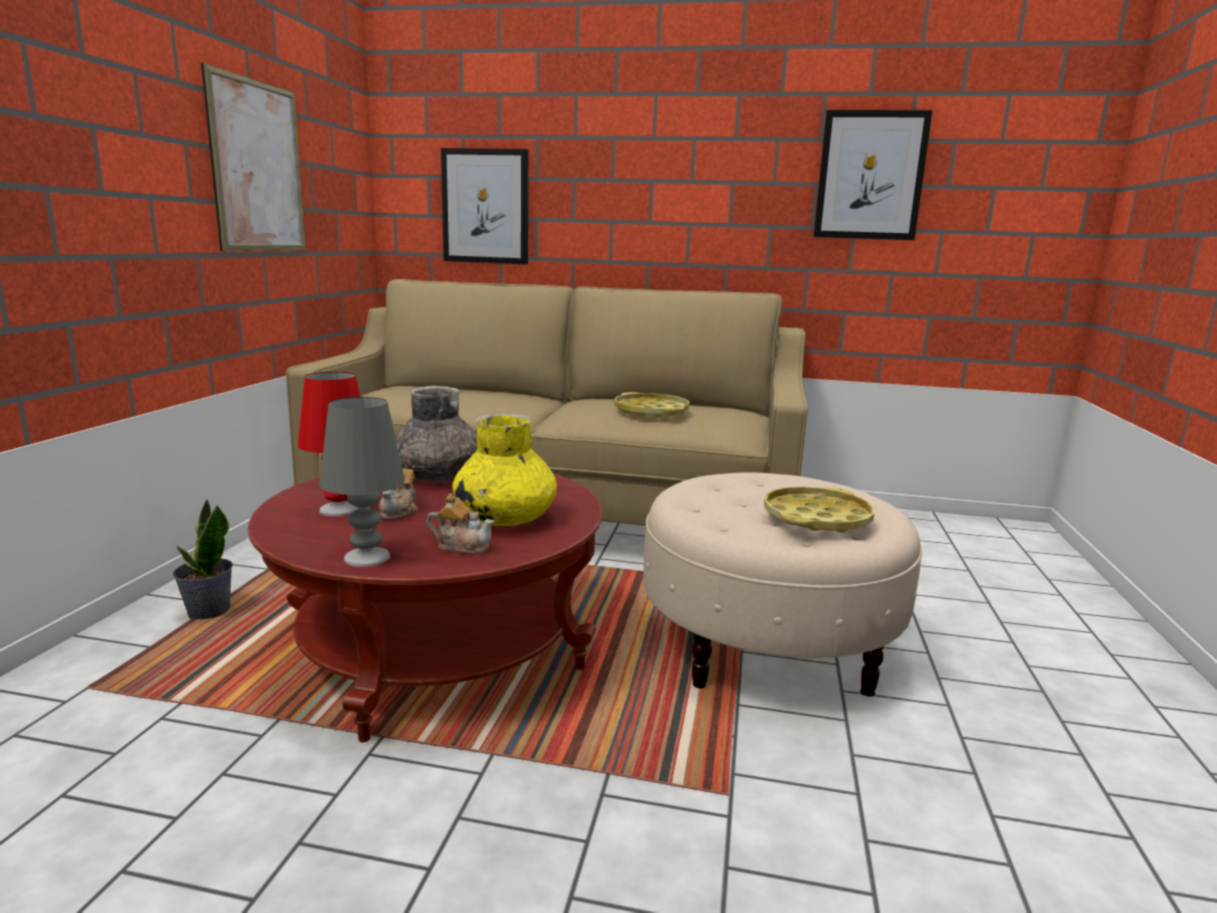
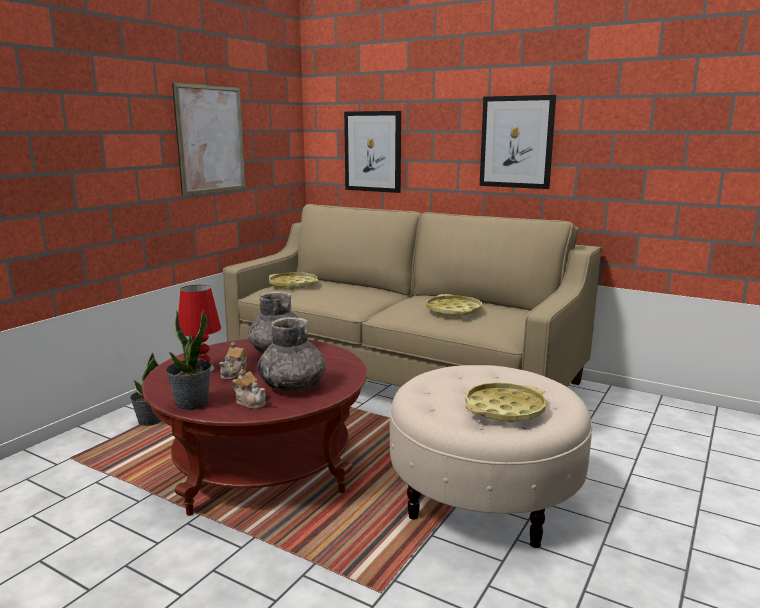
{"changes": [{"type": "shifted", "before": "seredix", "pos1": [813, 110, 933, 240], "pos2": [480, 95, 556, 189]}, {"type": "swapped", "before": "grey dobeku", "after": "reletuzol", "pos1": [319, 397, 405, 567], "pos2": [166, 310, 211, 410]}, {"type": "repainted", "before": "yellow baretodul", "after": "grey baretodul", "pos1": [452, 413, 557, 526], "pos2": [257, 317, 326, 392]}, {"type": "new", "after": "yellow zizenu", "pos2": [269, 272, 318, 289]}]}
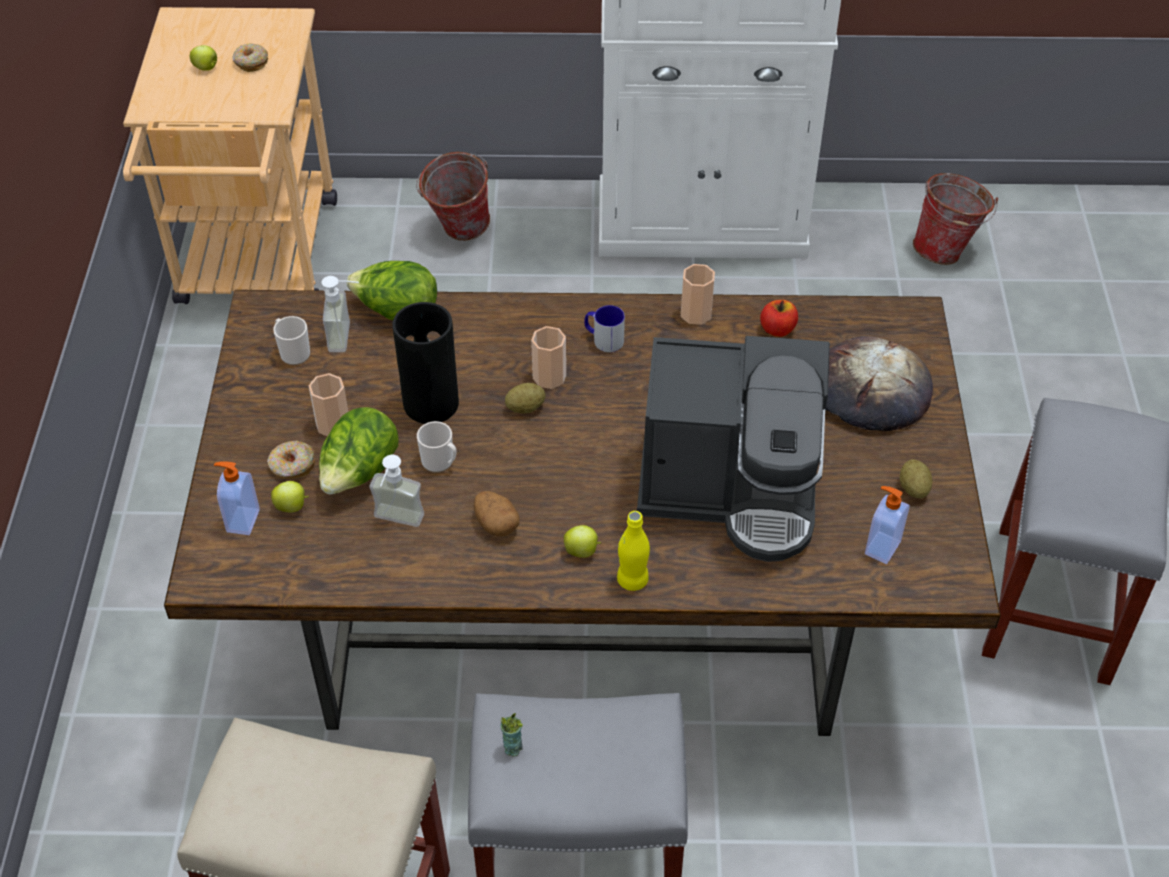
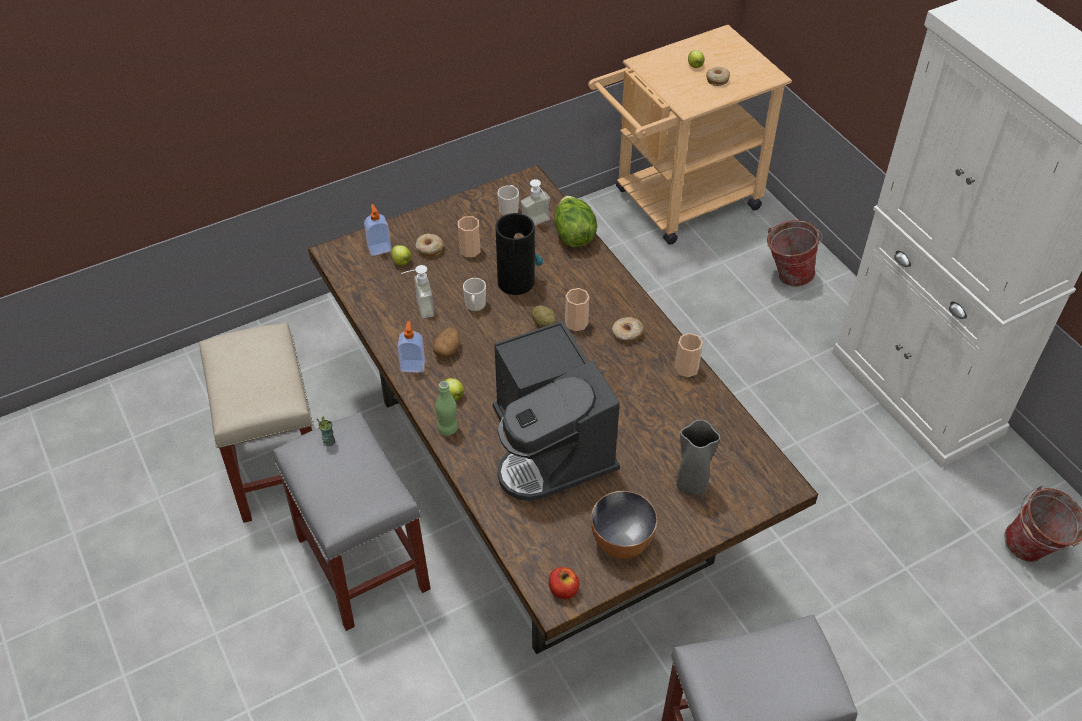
{"changes": [{"type": "shifted", "before": "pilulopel", "pos1": [760, 300, 798, 337], "pos2": [549, 567, 579, 599]}, {"type": "swapped", "before": "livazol", "after": "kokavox", "pos1": [584, 305, 625, 352], "pos2": [612, 317, 643, 342]}, {"type": "swapped", "before": "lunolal", "after": "grey baretodul", "pos1": [825, 336, 933, 431], "pos2": [676, 420, 721, 496]}, {"type": "gone", "before": "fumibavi", "pos1": [319, 407, 399, 495]}, {"type": "swapped", "before": "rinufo", "after": "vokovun", "pos1": [899, 460, 932, 498], "pos2": [591, 491, 658, 559]}, {"type": "shifted", "before": "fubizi", "pos1": [865, 486, 910, 564], "pos2": [397, 321, 425, 373]}, {"type": "repainted", "before": "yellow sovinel", "after": "green sovinel", "pos1": [617, 511, 650, 591], "pos2": [435, 381, 458, 436]}]}
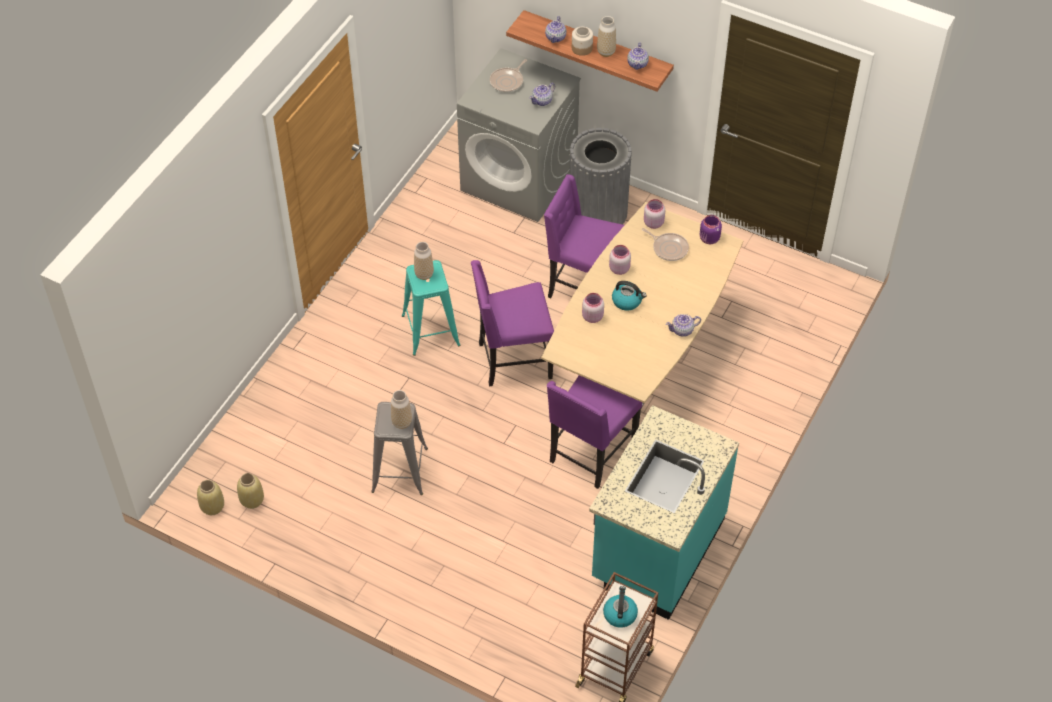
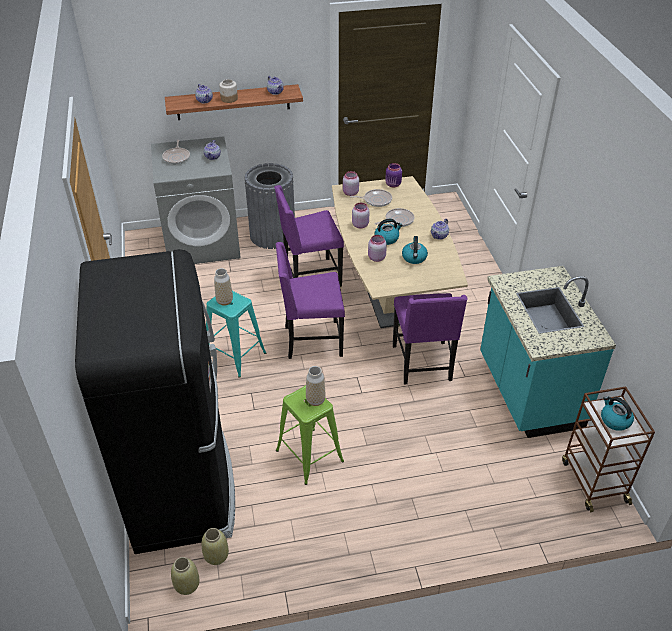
{"changes": [{"type": "gone", "before": "baretodul", "pos1": [597, 16, 616, 57]}, {"type": "rotated", "before": "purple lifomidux", "pos1": [471, 260, 554, 387], "pos2": [276, 242, 345, 359], "turn": 45}, {"type": "repainted", "before": "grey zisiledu", "after": "green zisiledu", "pos1": [371, 402, 428, 495], "pos2": [276, 385, 344, 485]}, {"type": "new", "after": "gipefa", "pos2": [375, 208, 414, 227]}, {"type": "new", "after": "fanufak", "pos2": [402, 236, 428, 264]}, {"type": "new", "after": "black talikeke", "pos2": [75, 249, 235, 554]}]}
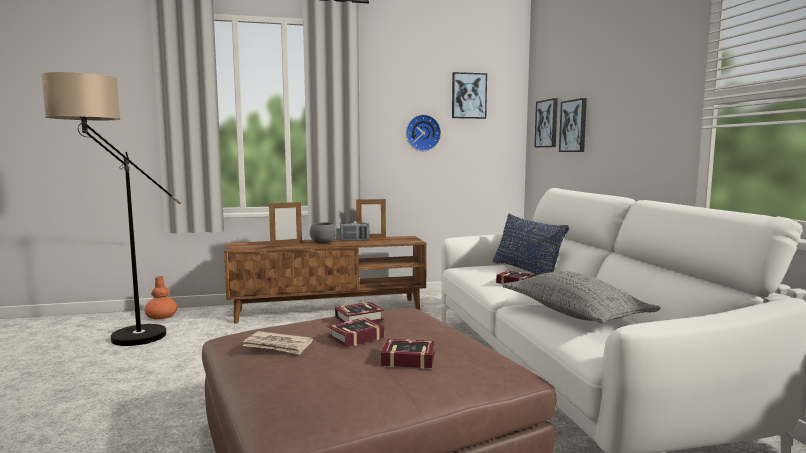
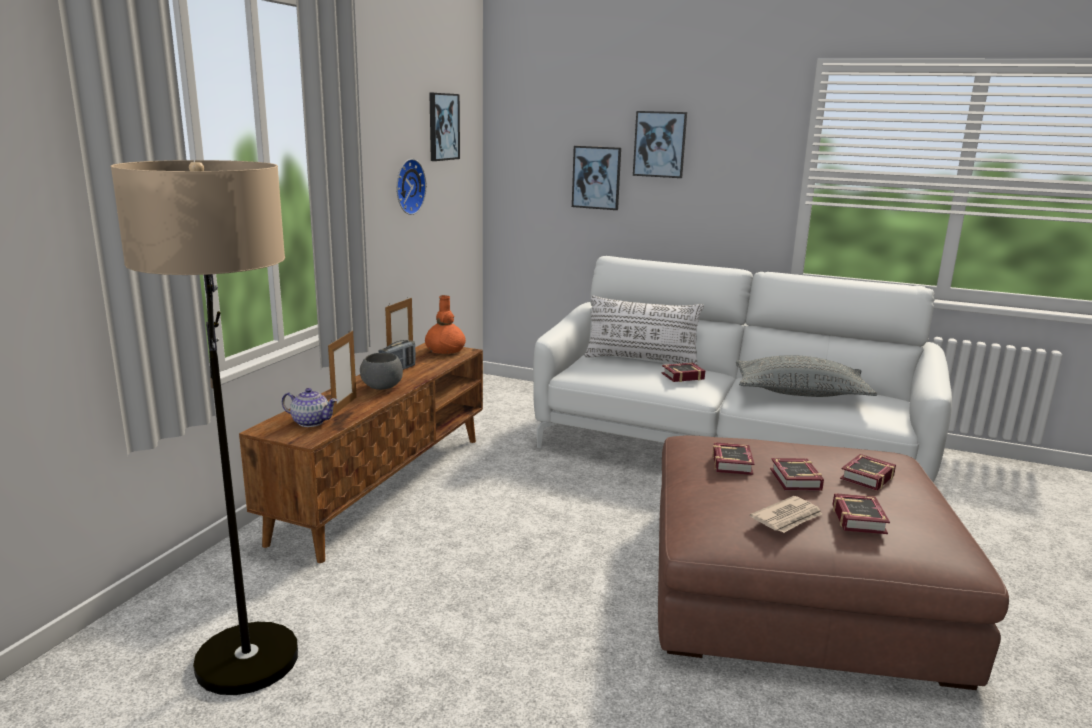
{"changes": [{"type": "shifted", "before": "seredix", "pos1": [534, 98, 558, 147], "pos2": [633, 111, 687, 178]}, {"type": "repainted", "before": "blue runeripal", "after": "white runeripal", "pos1": [493, 214, 569, 275], "pos2": [584, 296, 704, 366]}, {"type": "shifted", "before": "orange baretodul", "pos1": [144, 276, 177, 319], "pos2": [425, 295, 466, 354]}, {"type": "new", "after": "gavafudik", "pos2": [282, 388, 337, 427]}, {"type": "new", "after": "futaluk", "pos2": [833, 493, 890, 534]}]}
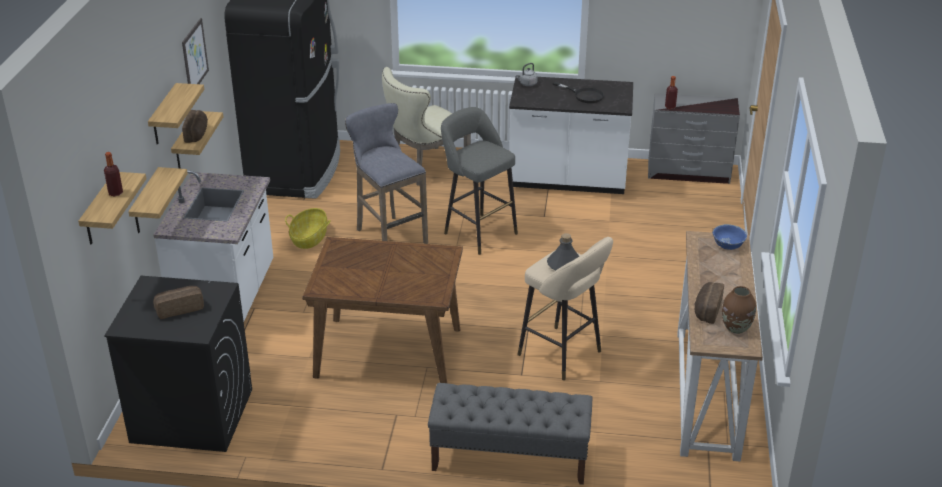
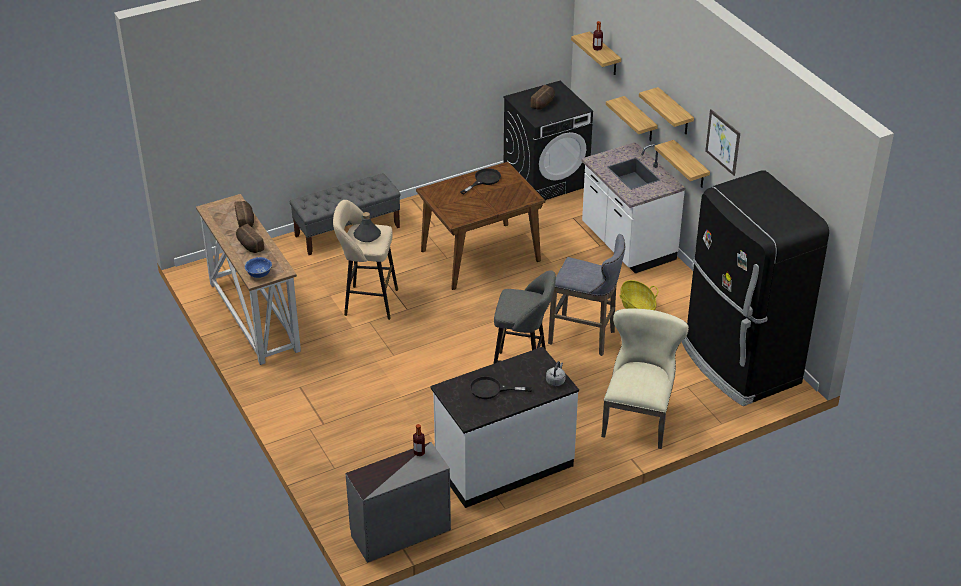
{"changes": [{"type": "shifted", "before": "lunolal", "pos1": [182, 110, 208, 143], "pos2": [236, 224, 264, 253]}, {"type": "gone", "before": "brown baretodul", "pos1": [722, 286, 756, 334]}, {"type": "new", "after": "black gipefa", "pos2": [460, 168, 501, 194]}]}
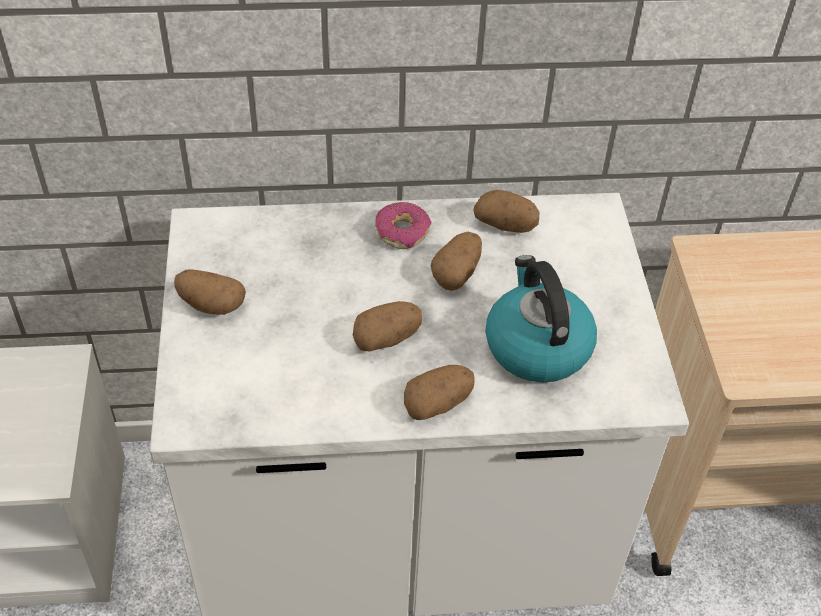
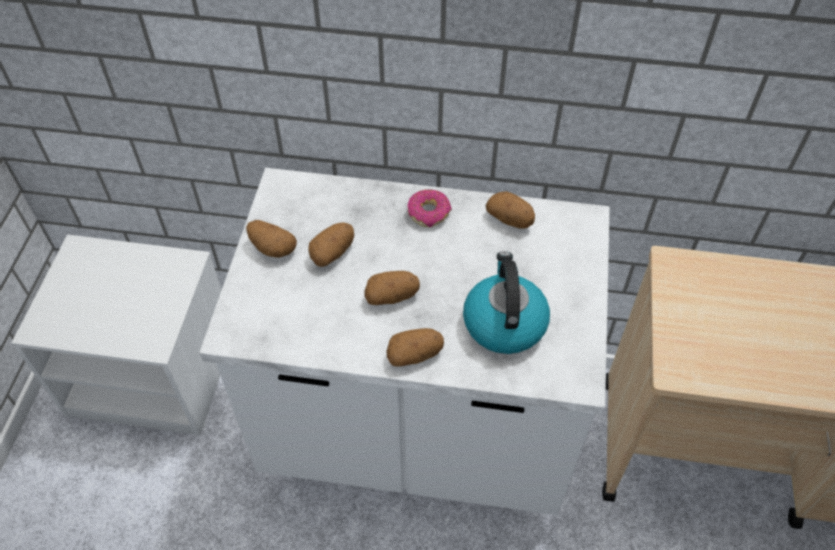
{"changes": [{"type": "shifted", "before": "rinufo", "pos1": [431, 232, 482, 291], "pos2": [308, 222, 354, 267]}]}
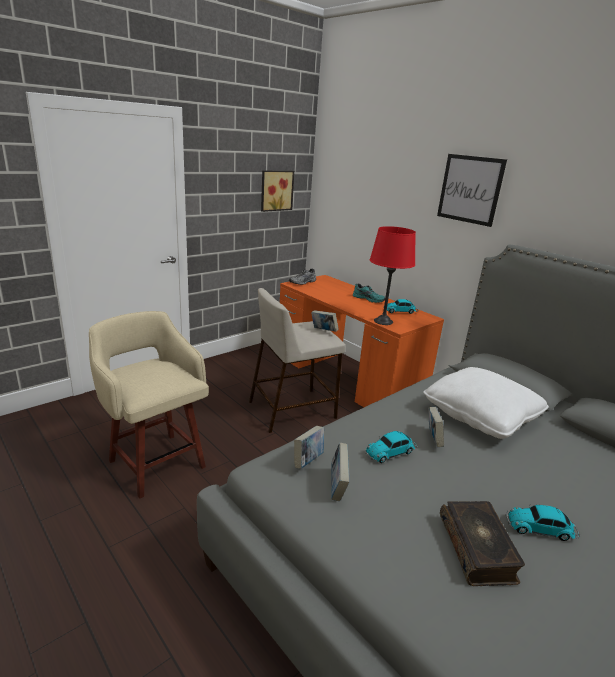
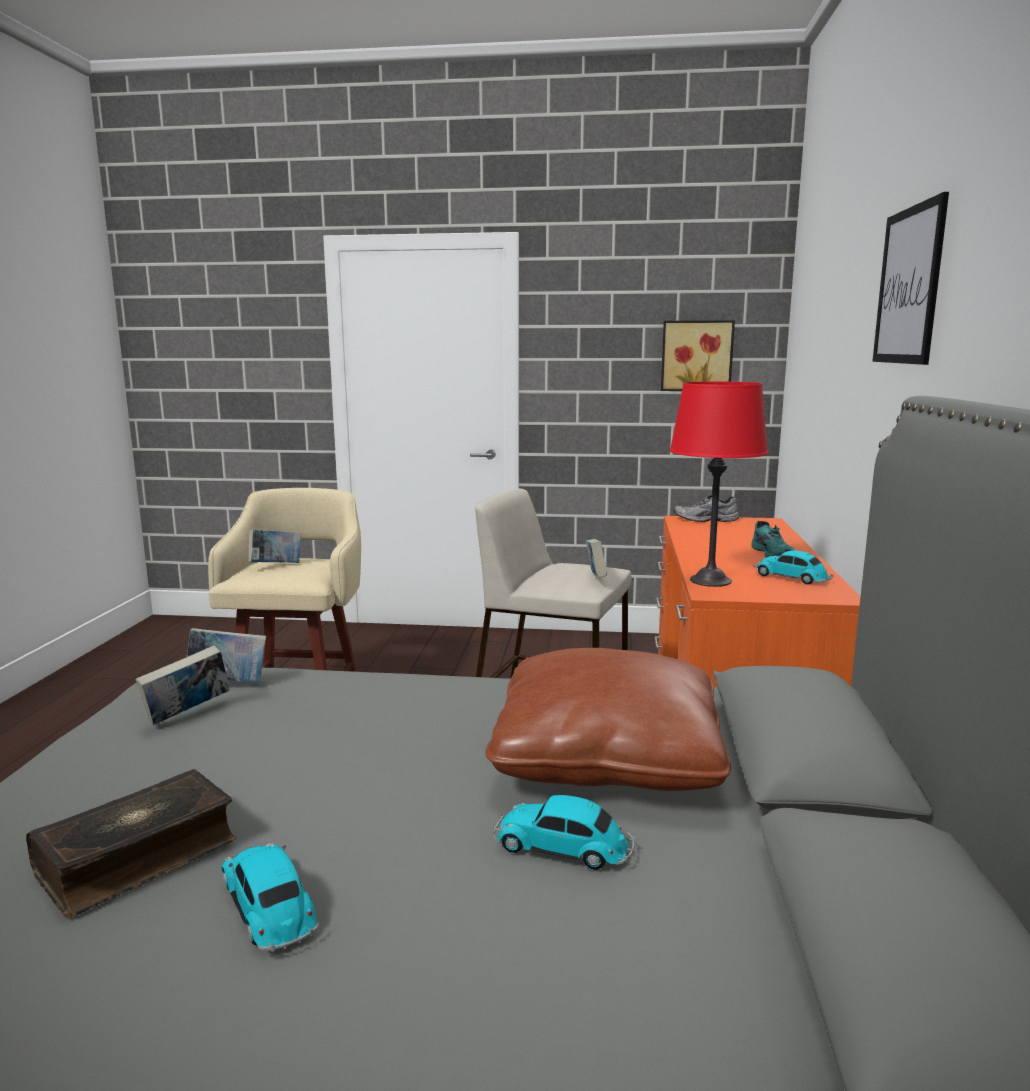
{"changes": [{"type": "repainted", "before": "white runeripal", "after": "brown runeripal", "pos1": [423, 367, 549, 439], "pos2": [485, 648, 731, 791]}, {"type": "shifted", "before": "futaluk", "pos1": [428, 407, 444, 447], "pos2": [248, 529, 301, 563]}, {"type": "shifted", "before": "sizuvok", "pos1": [365, 431, 417, 463], "pos2": [492, 795, 635, 870]}]}
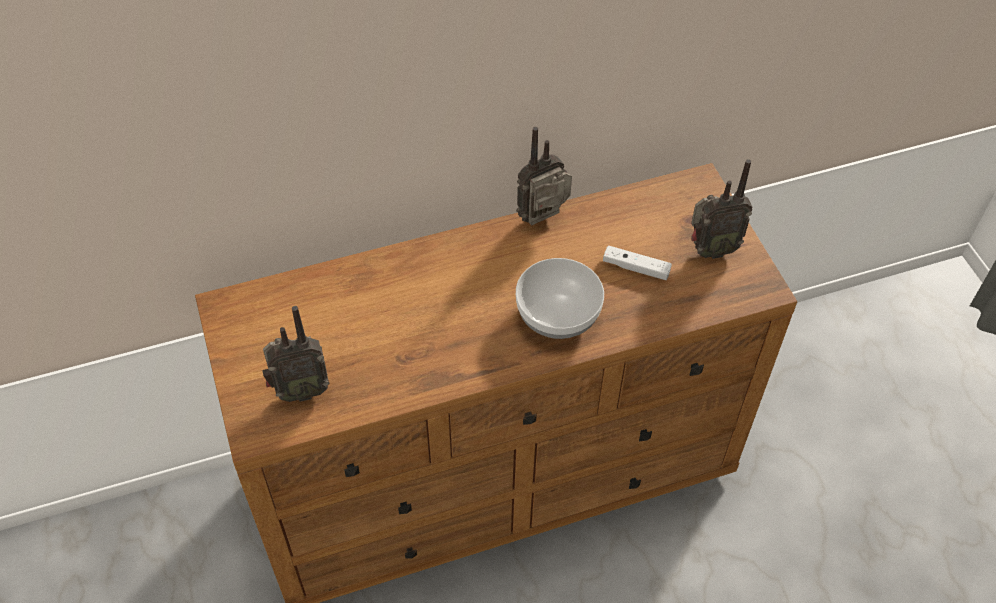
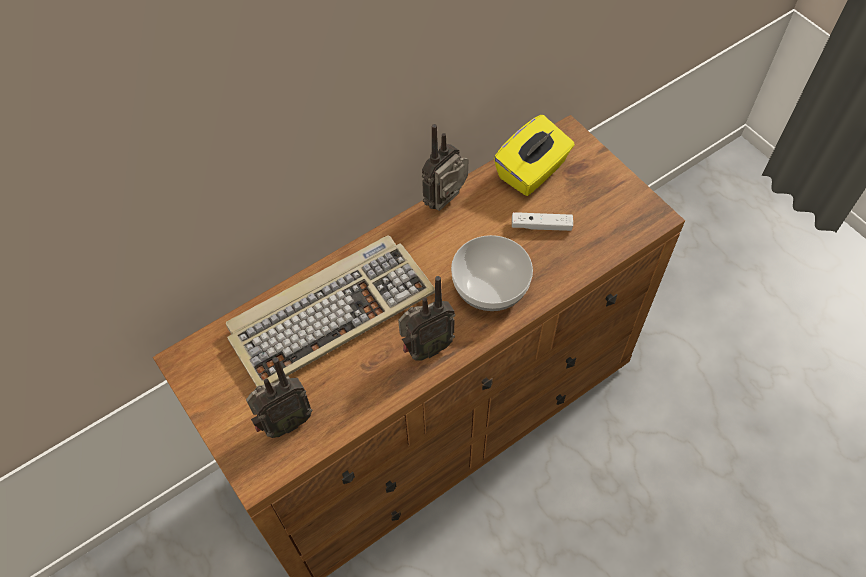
{"changes": [{"type": "shifted", "before": "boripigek", "pos1": [691, 159, 753, 259], "pos2": [398, 276, 455, 361]}, {"type": "new", "after": "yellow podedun", "pos2": [494, 115, 575, 196]}, {"type": "new", "after": "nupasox", "pos2": [226, 235, 435, 387]}]}
